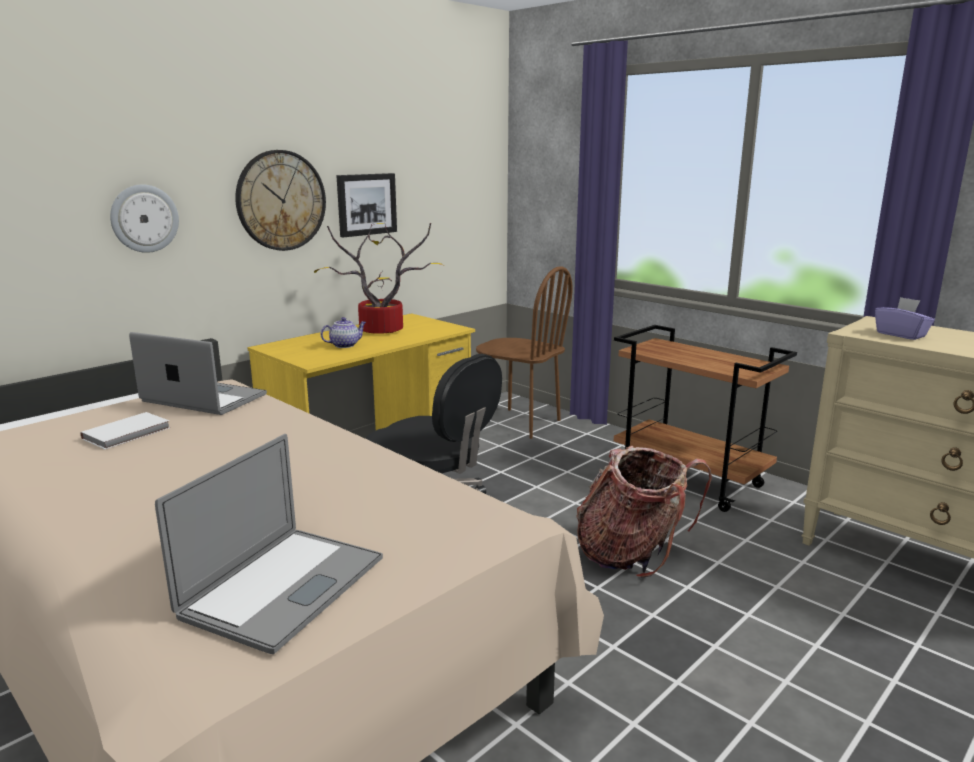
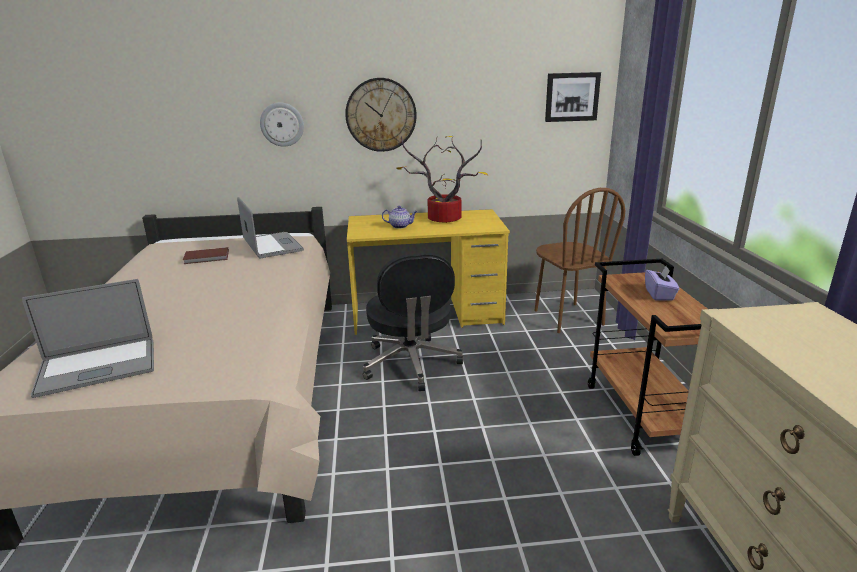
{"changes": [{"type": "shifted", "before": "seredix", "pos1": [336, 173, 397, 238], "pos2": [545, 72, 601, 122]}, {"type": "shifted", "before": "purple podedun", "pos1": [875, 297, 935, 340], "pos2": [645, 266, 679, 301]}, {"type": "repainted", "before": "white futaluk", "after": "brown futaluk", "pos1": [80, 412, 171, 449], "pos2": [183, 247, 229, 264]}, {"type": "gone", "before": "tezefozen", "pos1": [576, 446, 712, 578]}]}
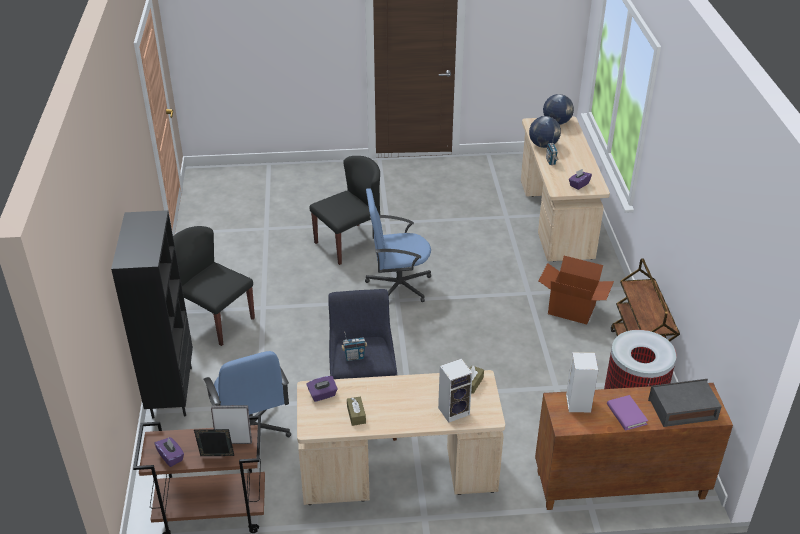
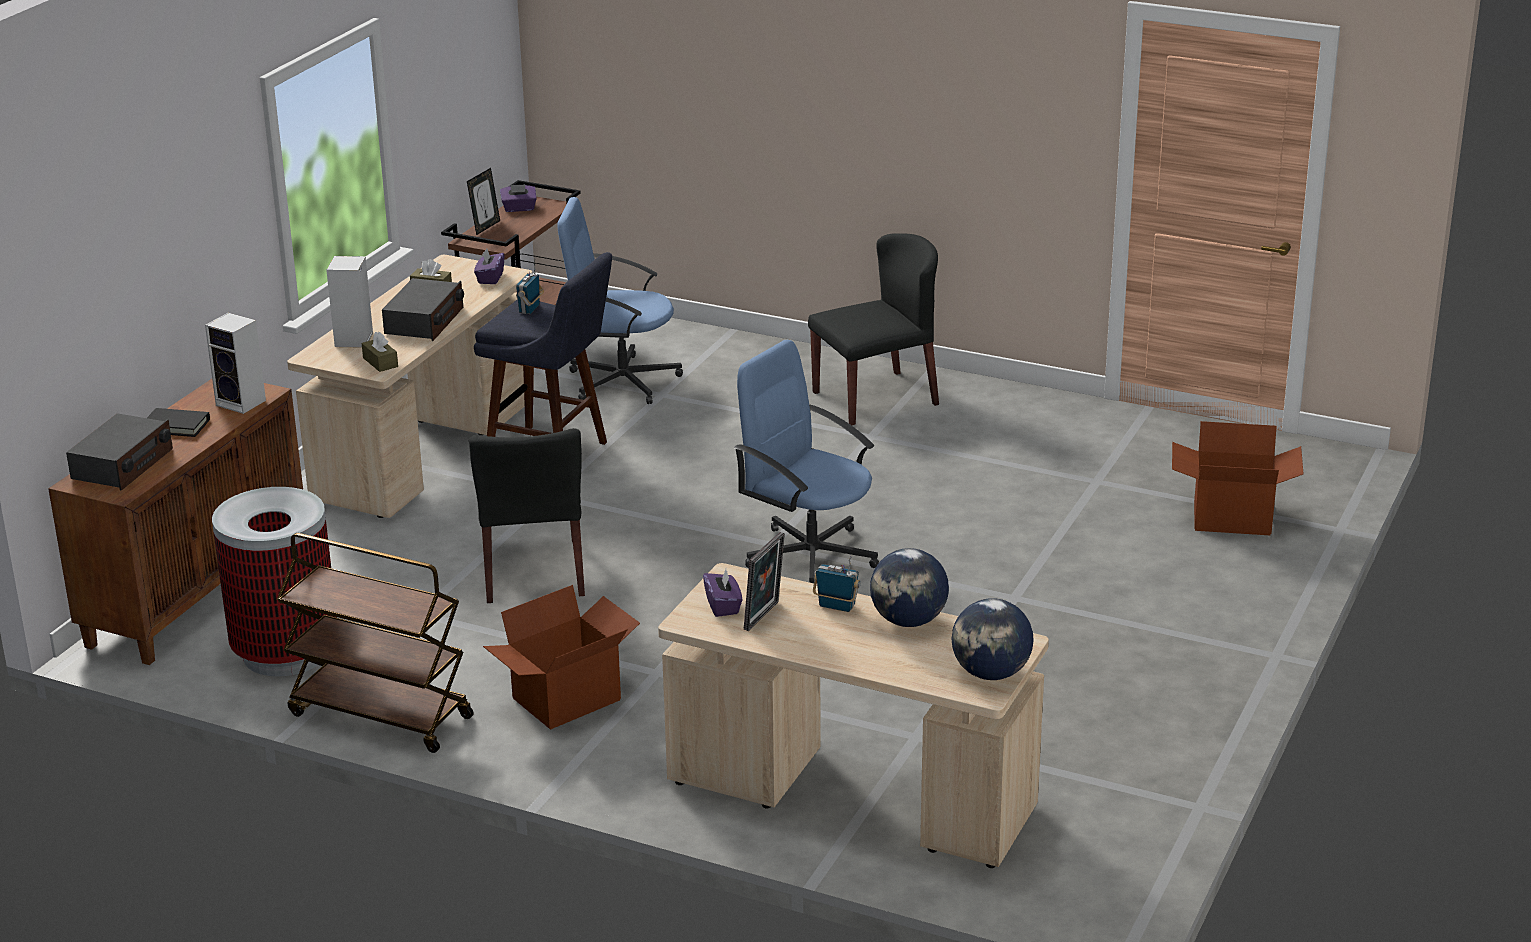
{"changes": [{"type": "shifted", "before": "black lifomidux", "pos1": [310, 156, 381, 265], "pos2": [469, 428, 585, 603]}, {"type": "rotated", "before": "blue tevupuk", "pos1": [365, 188, 431, 302], "pos2": [734, 340, 879, 583], "turn": -75}, {"type": "gone", "before": "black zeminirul", "pos1": [111, 210, 193, 419]}, {"type": "repainted", "before": "purple futaluk", "after": "black futaluk", "pos1": [607, 395, 648, 431], "pos2": [147, 408, 210, 437]}, {"type": "shifted", "before": "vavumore", "pos1": [211, 405, 252, 444], "pos2": [744, 532, 785, 631]}, {"type": "new", "after": "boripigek", "pos2": [382, 278, 464, 341]}, {"type": "new", "after": "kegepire", "pos2": [1172, 421, 1304, 536]}]}
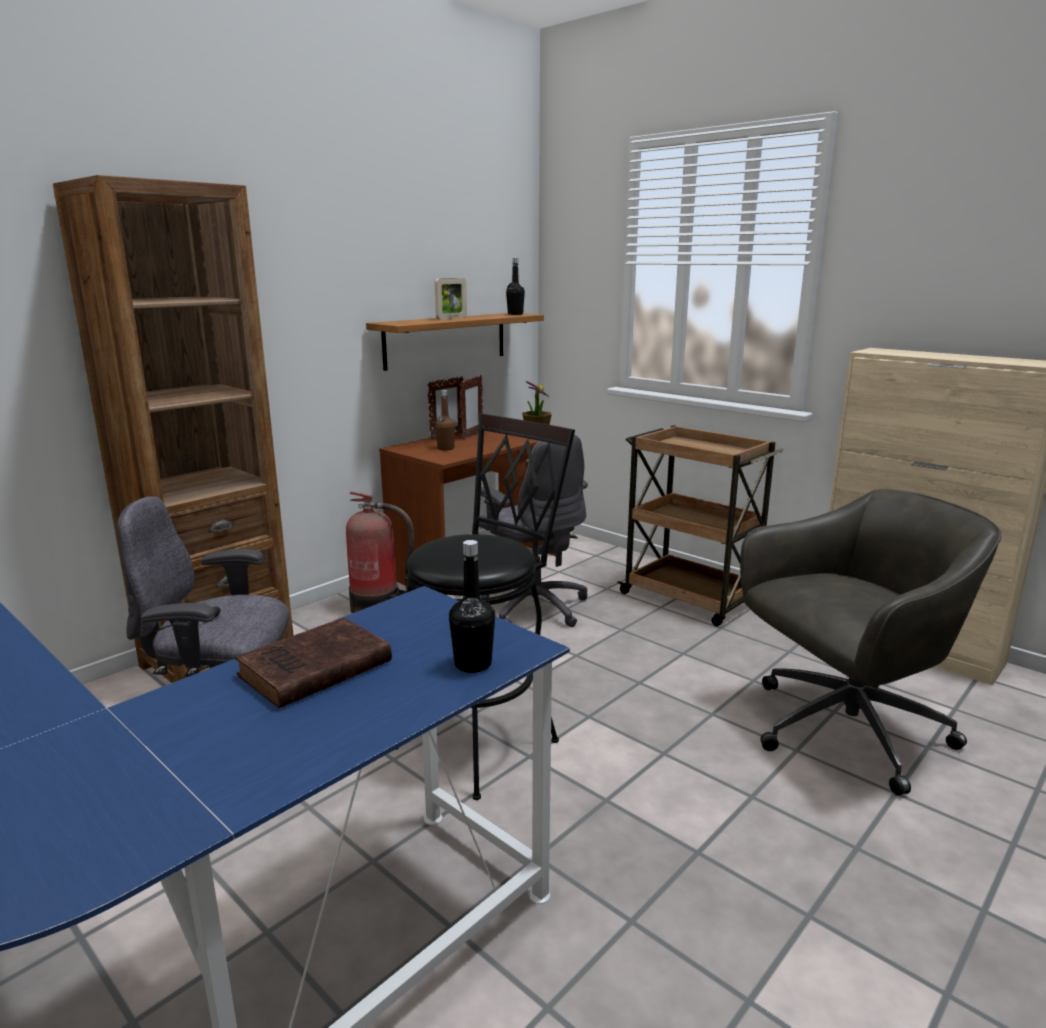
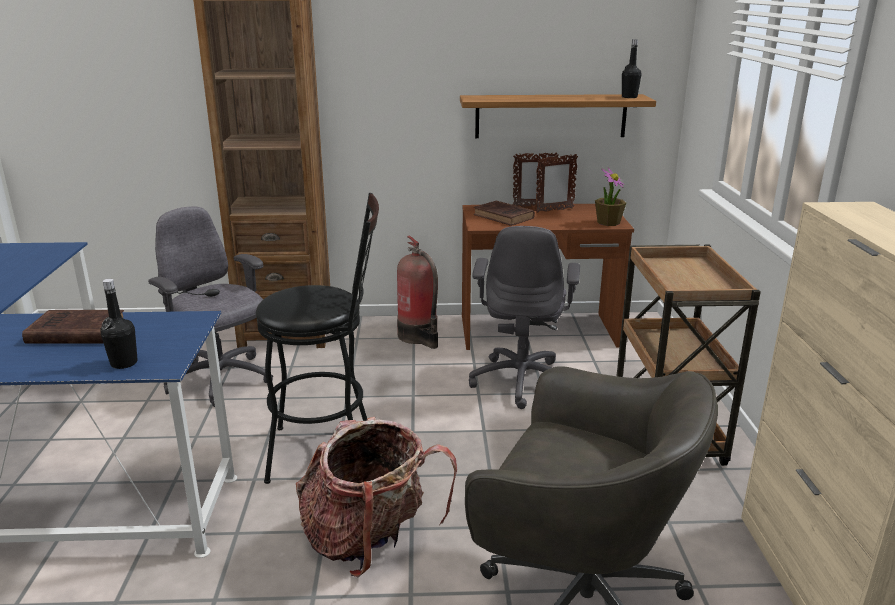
{"changes": [{"type": "gone", "before": "vavumore", "pos1": [435, 278, 467, 319]}, {"type": "swapped", "before": "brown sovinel", "after": "brown futaluk", "pos1": [435, 390, 456, 450], "pos2": [474, 201, 535, 226]}, {"type": "new", "after": "tezefozen", "pos2": [296, 417, 457, 577]}]}
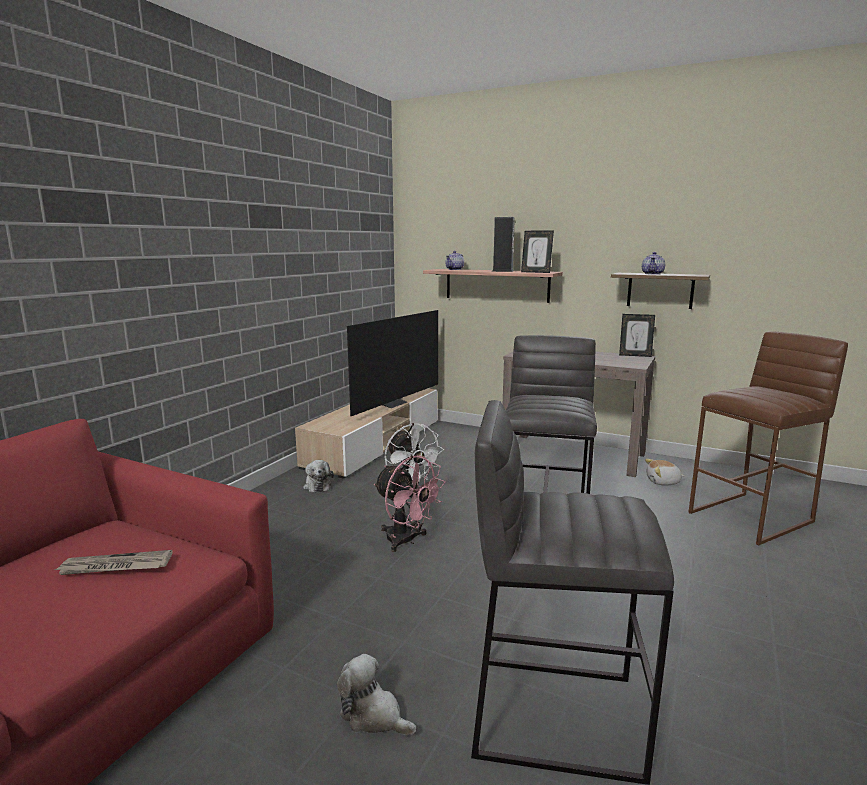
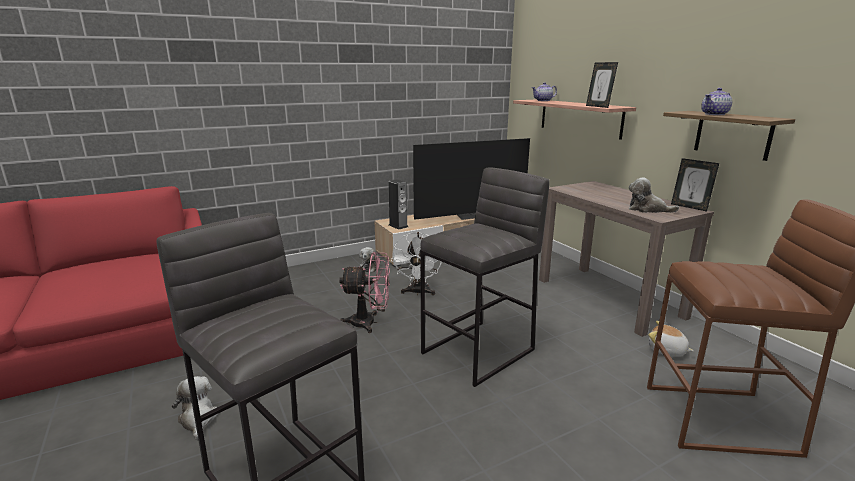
{"changes": [{"type": "shifted", "before": "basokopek", "pos1": [492, 217, 515, 272], "pos2": [388, 179, 408, 229]}, {"type": "rotated", "before": "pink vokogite", "pos1": [374, 456, 446, 552], "pos2": [339, 252, 390, 333], "turn": -75}, {"type": "gone", "before": "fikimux", "pos1": [55, 550, 173, 575]}, {"type": "new", "after": "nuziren", "pos2": [629, 177, 679, 213]}]}
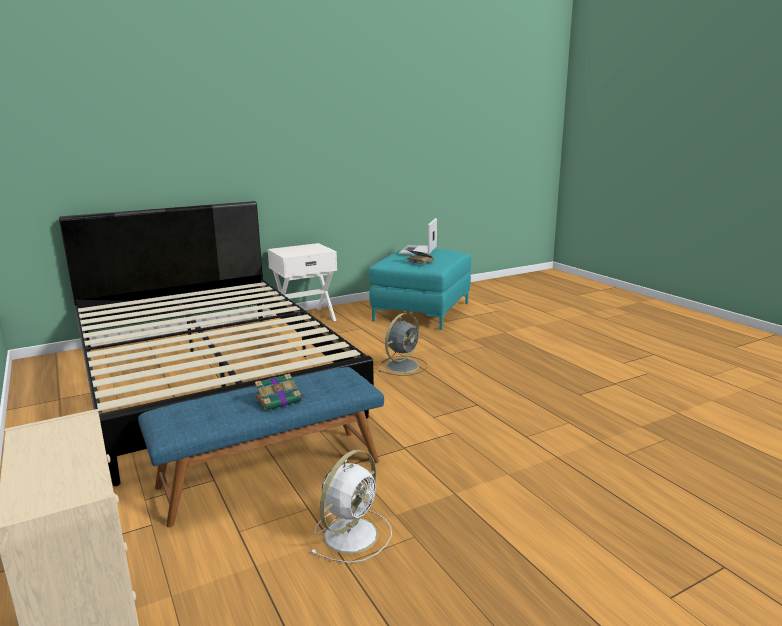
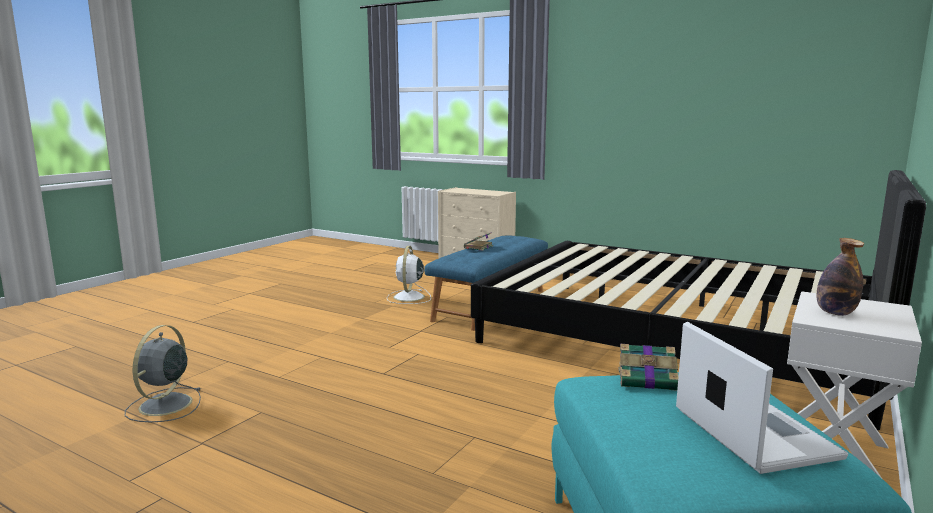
{"changes": [{"type": "shifted", "before": "grey vokogite", "pos1": [379, 313, 427, 376], "pos2": [125, 325, 201, 422]}, {"type": "new", "after": "sovinel", "pos2": [816, 238, 864, 316]}]}
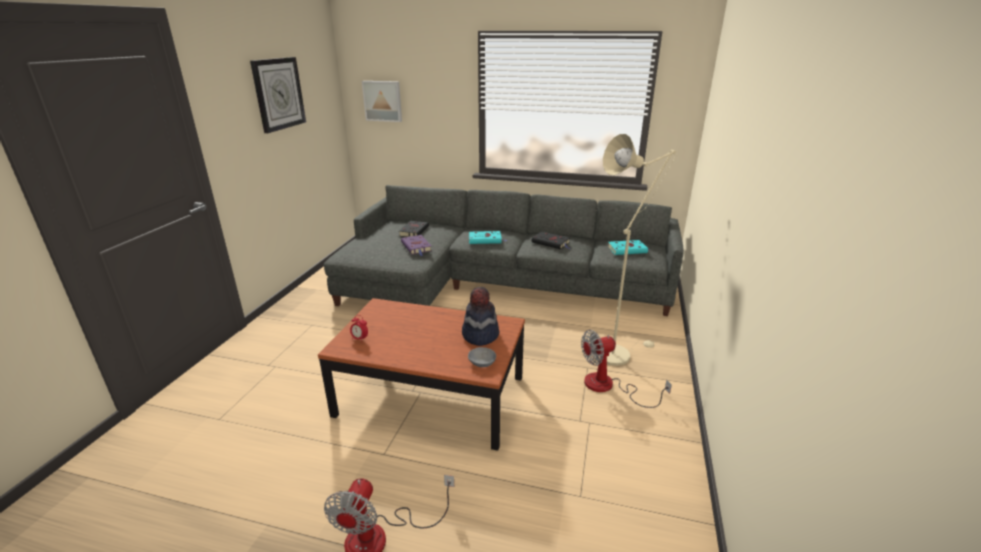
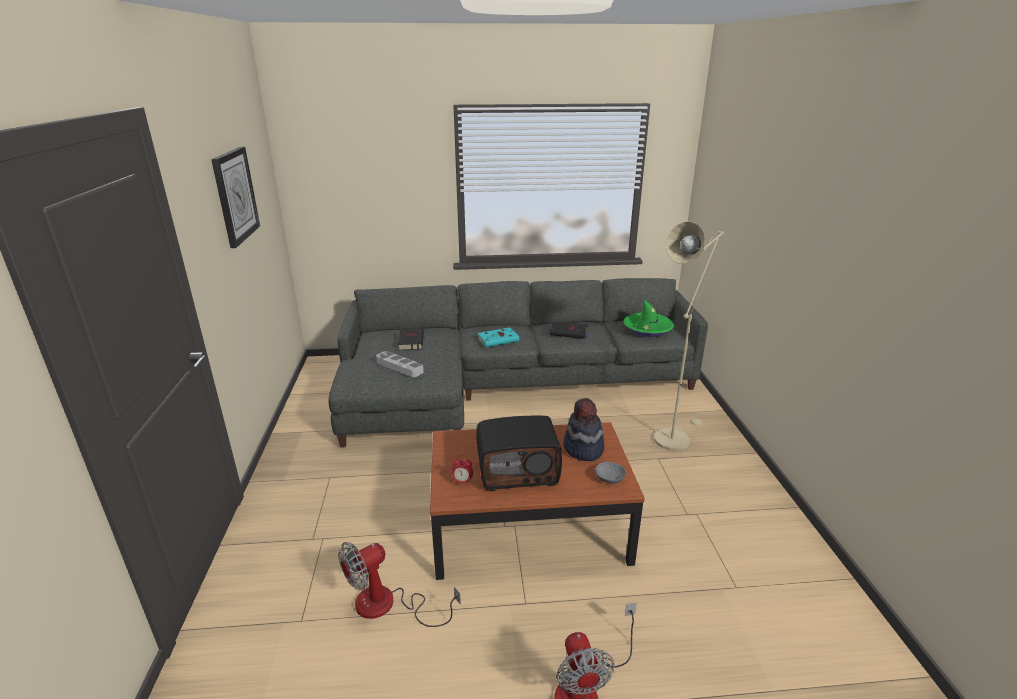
{"changes": [{"type": "gone", "before": "seredix", "pos1": [362, 81, 402, 122]}, {"type": "gone", "before": "purple futaluk", "pos1": [401, 235, 432, 256]}, {"type": "swapped", "before": "turquoise futaluk", "after": "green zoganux", "pos1": [608, 240, 649, 255], "pos2": [623, 300, 674, 337]}, {"type": "shifted", "before": "vokogite", "pos1": [581, 330, 672, 408], "pos2": [338, 542, 461, 627]}, {"type": "new", "after": "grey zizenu", "pos2": [376, 351, 424, 377]}, {"type": "new", "after": "boripigek", "pos2": [476, 416, 562, 491]}]}
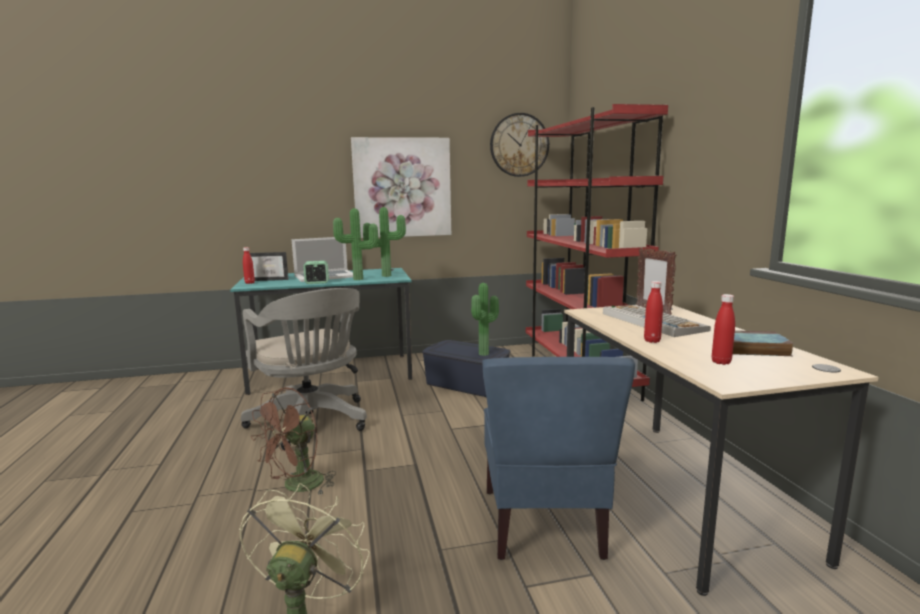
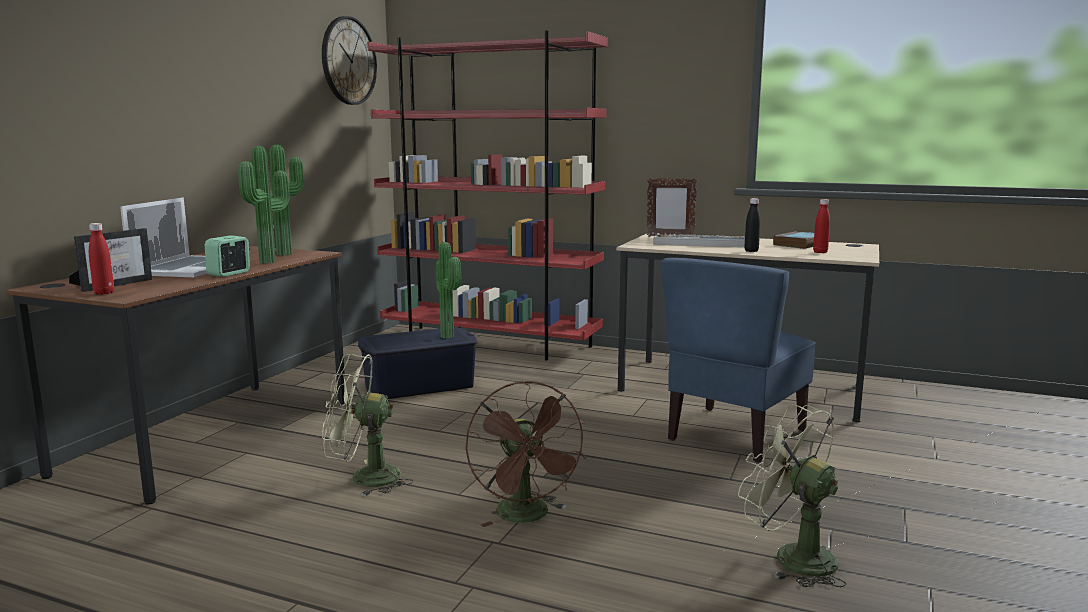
{"changes": [{"type": "gone", "before": "seredix", "pos1": [351, 137, 451, 238]}, {"type": "repainted", "before": "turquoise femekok", "after": "brown femekok", "pos1": [230, 268, 413, 395], "pos2": [5, 246, 345, 504]}, {"type": "repainted", "before": "red sovinel", "after": "black sovinel", "pos1": [644, 281, 663, 343], "pos2": [744, 198, 760, 252]}, {"type": "swapped", "before": "grey tevupuk", "after": "green vokogite", "pos1": [241, 288, 367, 450], "pos2": [322, 354, 413, 496]}, {"type": "rotated", "before": "blue lifomidux", "pos1": [482, 357, 635, 560], "pos2": [661, 258, 816, 463], "turn": 90}]}
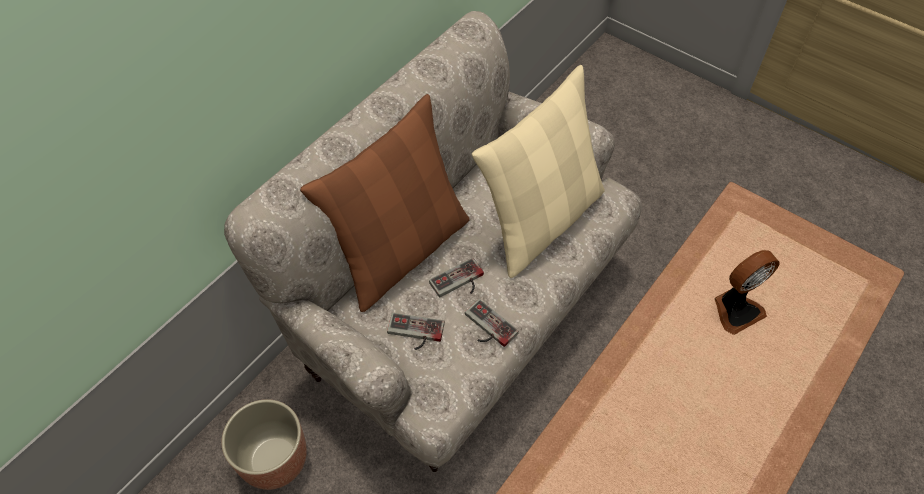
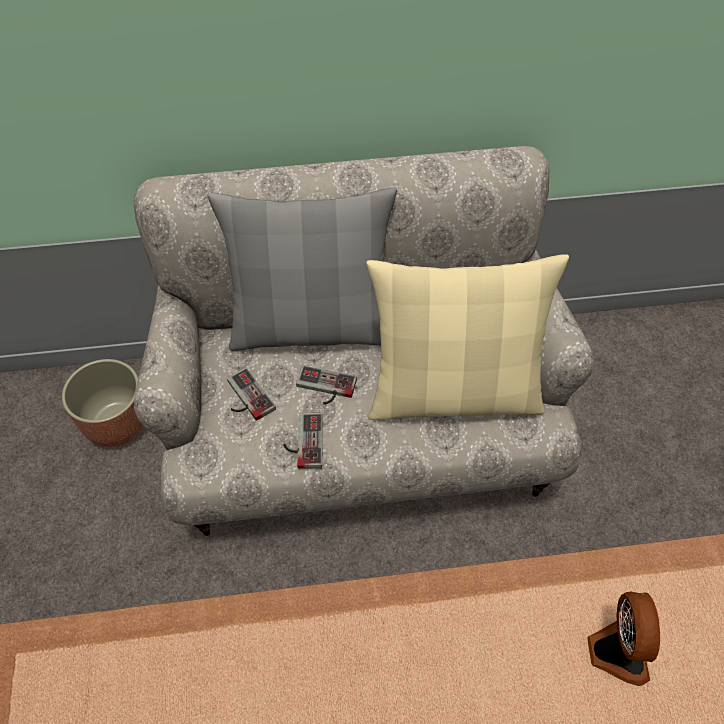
{"changes": [{"type": "repainted", "before": "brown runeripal", "after": "grey runeripal", "pos1": [300, 94, 470, 312], "pos2": [207, 188, 397, 351]}, {"type": "rotated", "before": "vokogite", "pos1": [715, 250, 780, 335], "pos2": [587, 592, 660, 686], "turn": -105}]}
